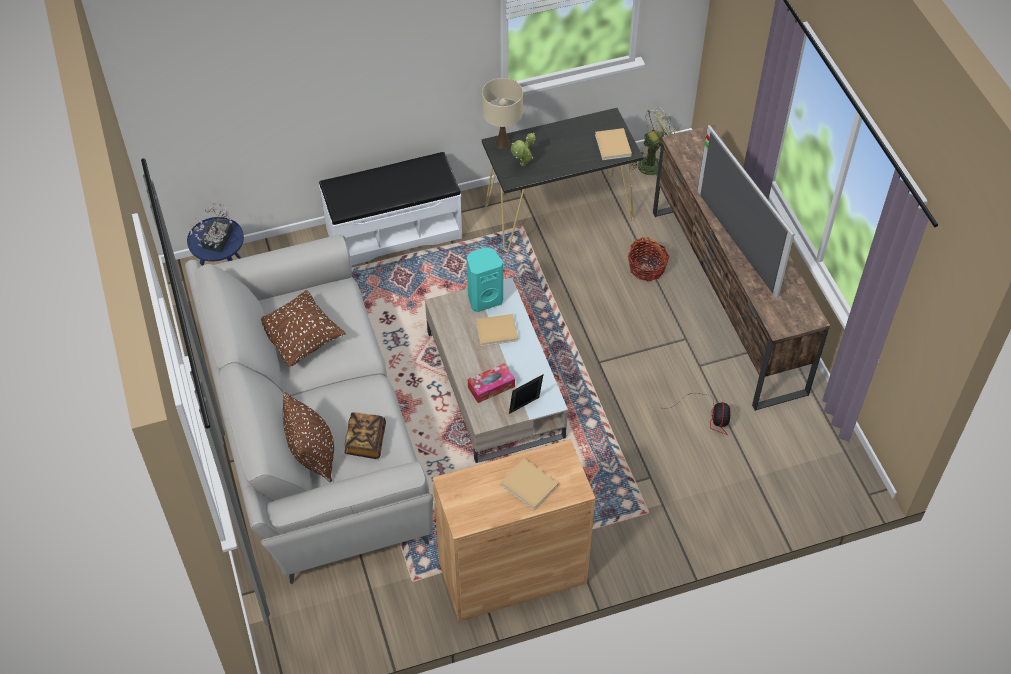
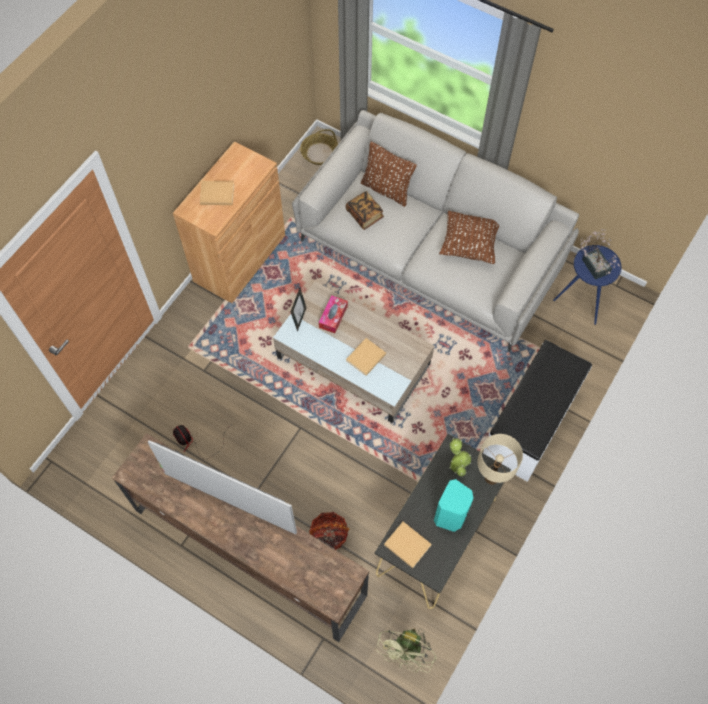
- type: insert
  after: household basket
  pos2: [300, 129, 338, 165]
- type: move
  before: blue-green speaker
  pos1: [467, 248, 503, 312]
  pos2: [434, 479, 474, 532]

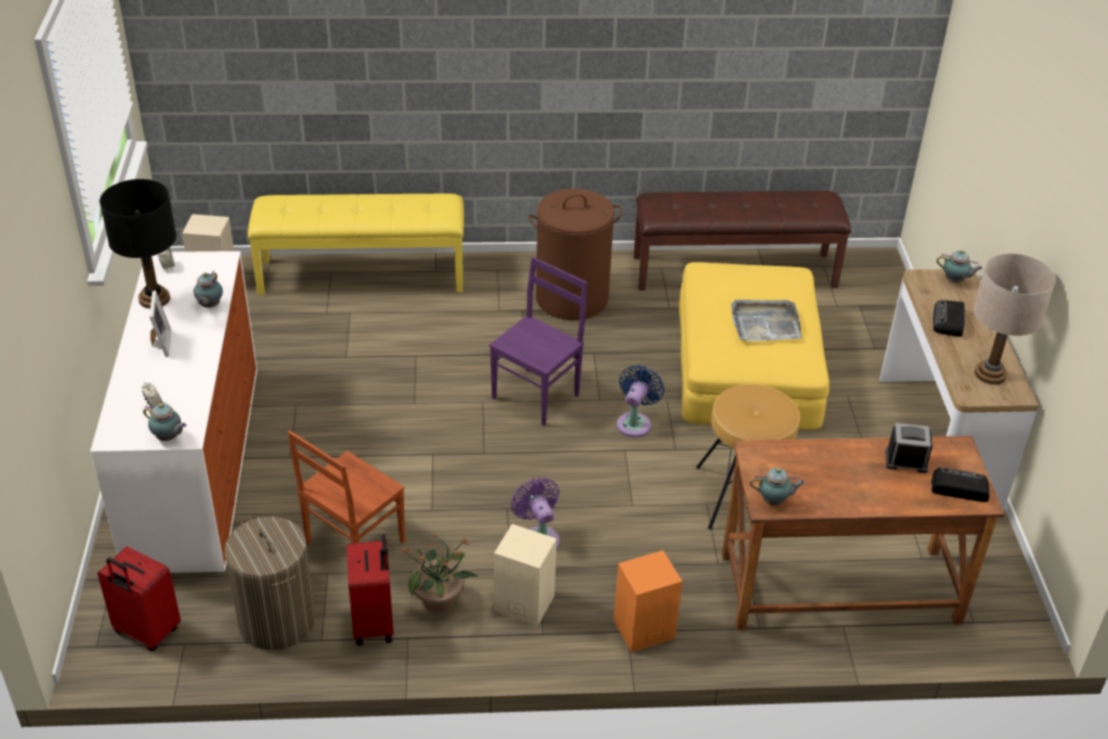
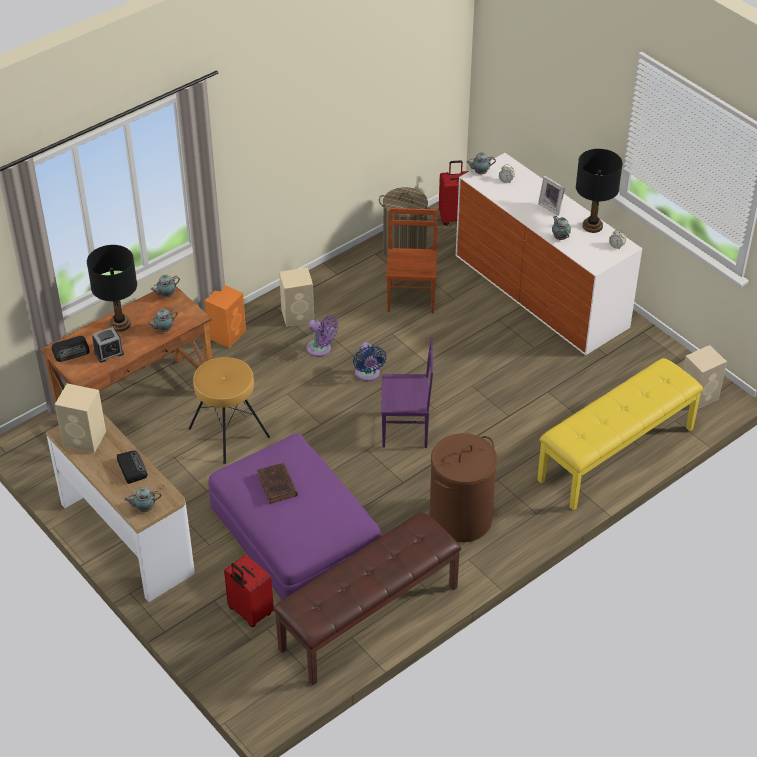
- type: delete
  before: houseplant
  pos1: [400, 532, 479, 613]
- type: insert
  after: blackish tabletop lamp
  pos2: [87, 245, 137, 332]
- type: insert
  after: teapot
  pos2: [148, 309, 178, 332]
- type: move
  before: red piece of luggage
  pos1: [347, 534, 394, 646]
  pos2: [224, 554, 274, 627]
- type: move
  before: blue-coloured electric fan
  pos1: [617, 365, 665, 437]
  pos2: [353, 342, 386, 381]
- type: replace
  before: grey tray
  after: brownish volume
  pos1: [731, 300, 802, 341]
  pos2: [257, 463, 298, 504]
- type: replace
  before: beige-coloured tabletop lamp
  after: beige-coloured speaker
  pos1: [973, 253, 1056, 385]
  pos2: [55, 383, 106, 453]
- type: recolor
  before: yellowish ottoman
  after: purplish ottoman
  pos1: [679, 262, 829, 429]
  pos2: [208, 433, 381, 600]
- type: rotate
  before: purplish chair
  pos1: [489, 257, 587, 426]
  pos2: [381, 337, 433, 448]
  turn: -90

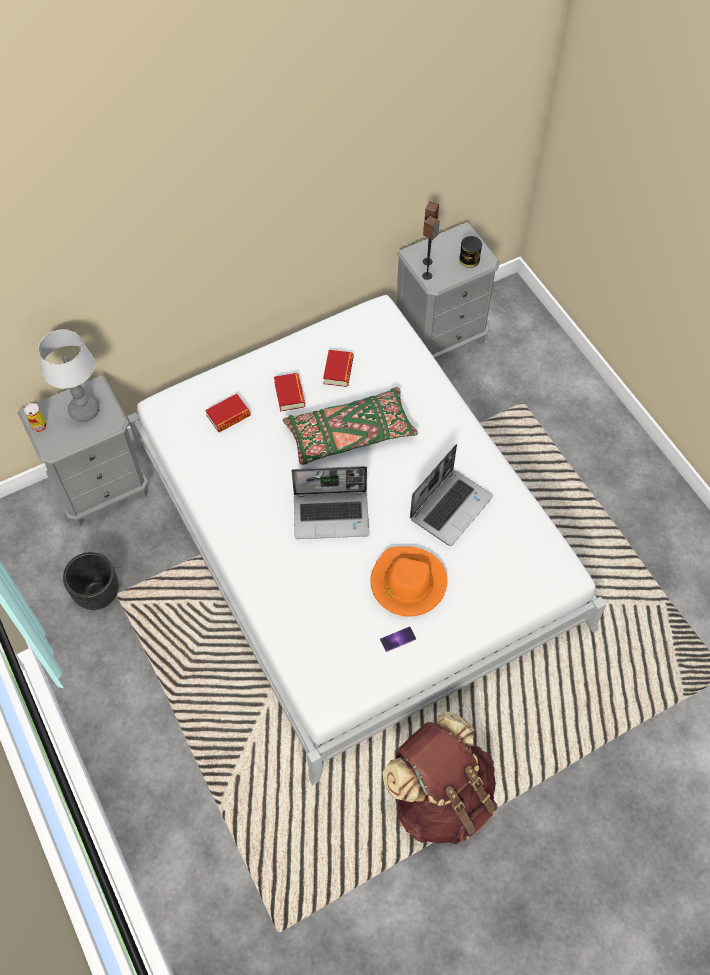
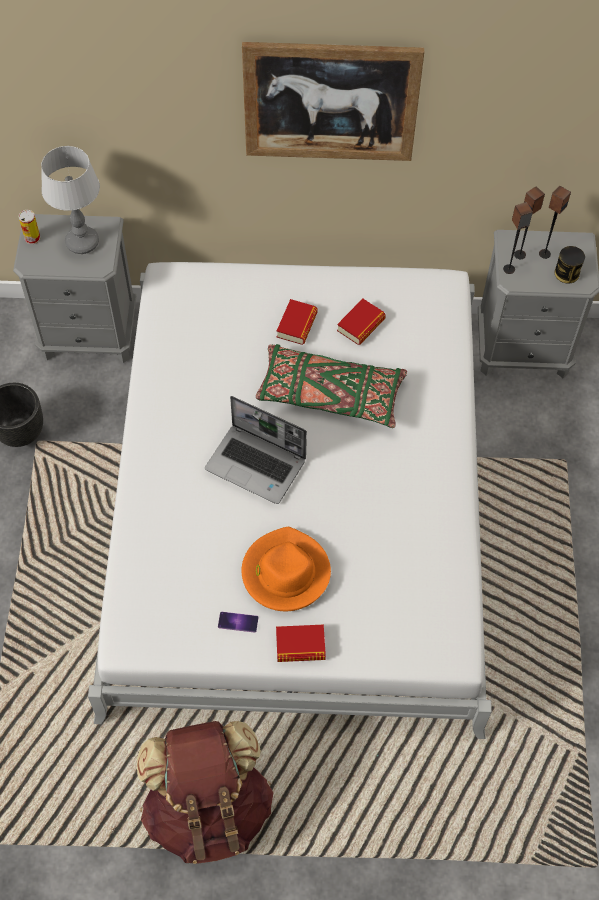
- type: delete
  before: notebook computer
  pos1: [410, 444, 493, 546]
- type: insert
  after: wall art
  pos2: [242, 42, 424, 161]
- type: insert
  after: speaker
  pos2: [539, 185, 571, 259]
- type: move
  before: volume
  pos1: [205, 394, 251, 432]
  pos2: [276, 625, 326, 662]

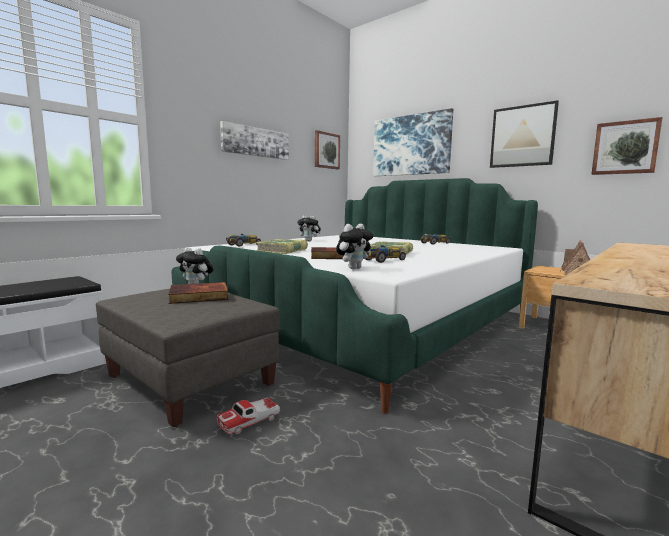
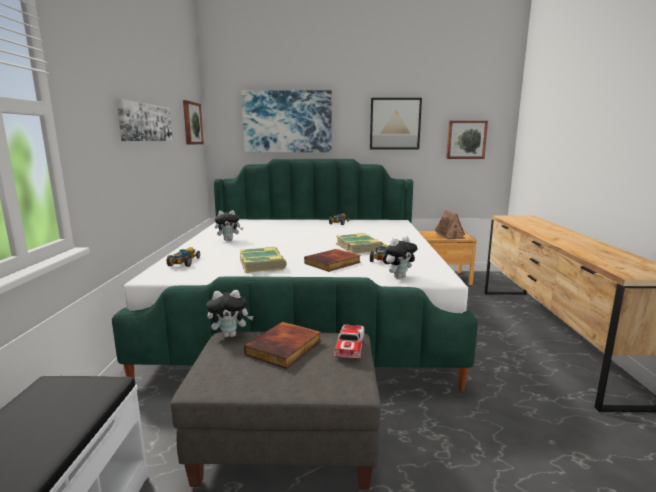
- type: move
  before: model car
  pos1: [217, 397, 280, 434]
  pos2: [334, 325, 365, 358]
- type: rotate
  before: plush toy
  pos1: [336, 224, 373, 269]
  pos2: [383, 236, 417, 279]
  turn: 45

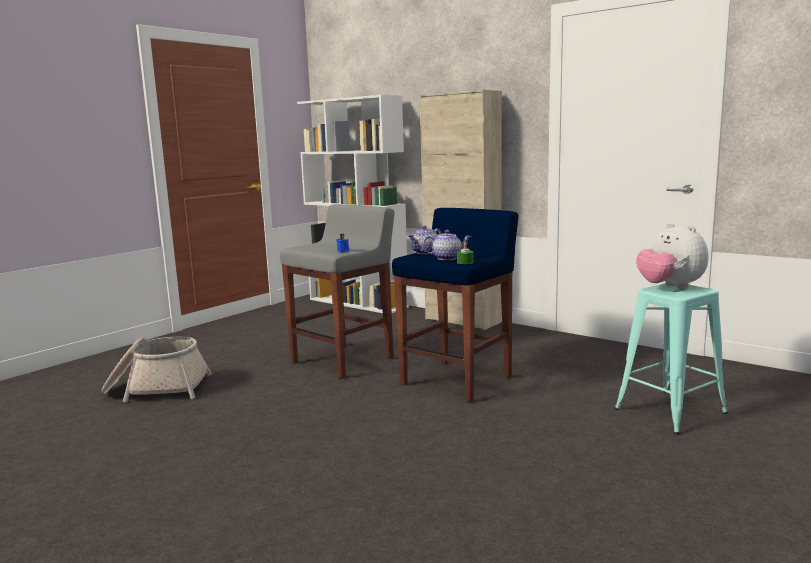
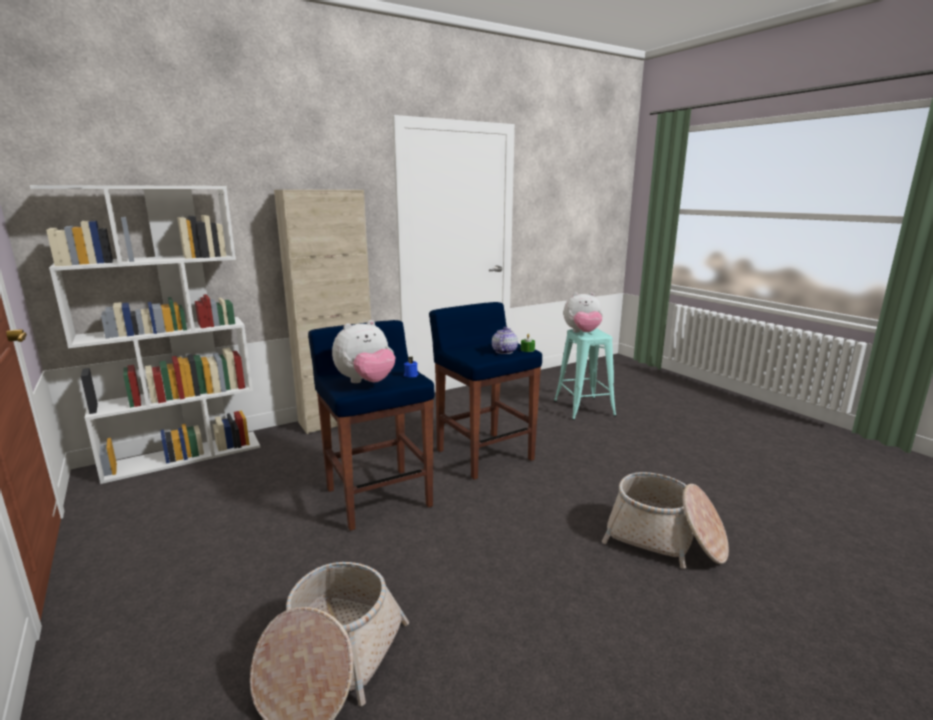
- type: delete
  before: teapot
  pos1: [408, 226, 441, 254]
- type: insert
  after: plush toy
  pos2: [332, 320, 395, 383]
- type: insert
  after: household basket
  pos2: [601, 472, 729, 569]
- type: recolor
  before: grey stool seat
  after: blue-coloured stool seat
  pos1: [280, 204, 394, 379]
  pos2: [308, 320, 435, 531]

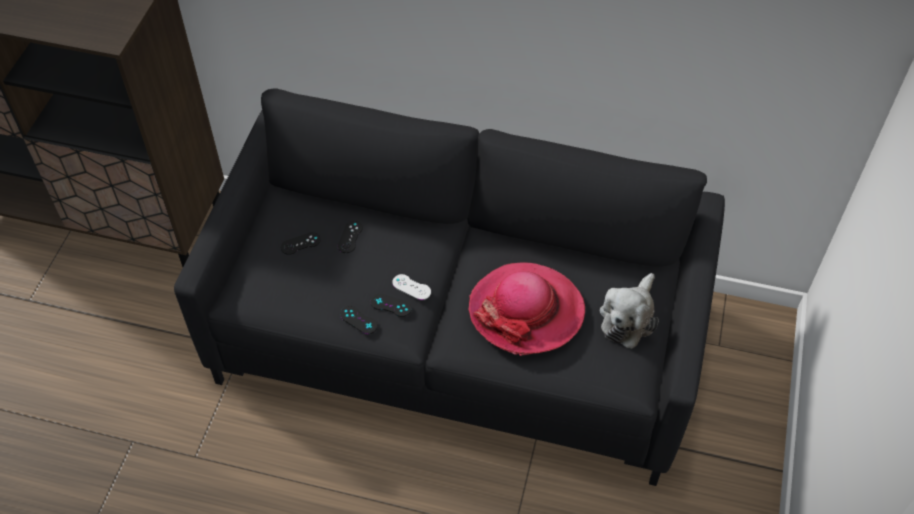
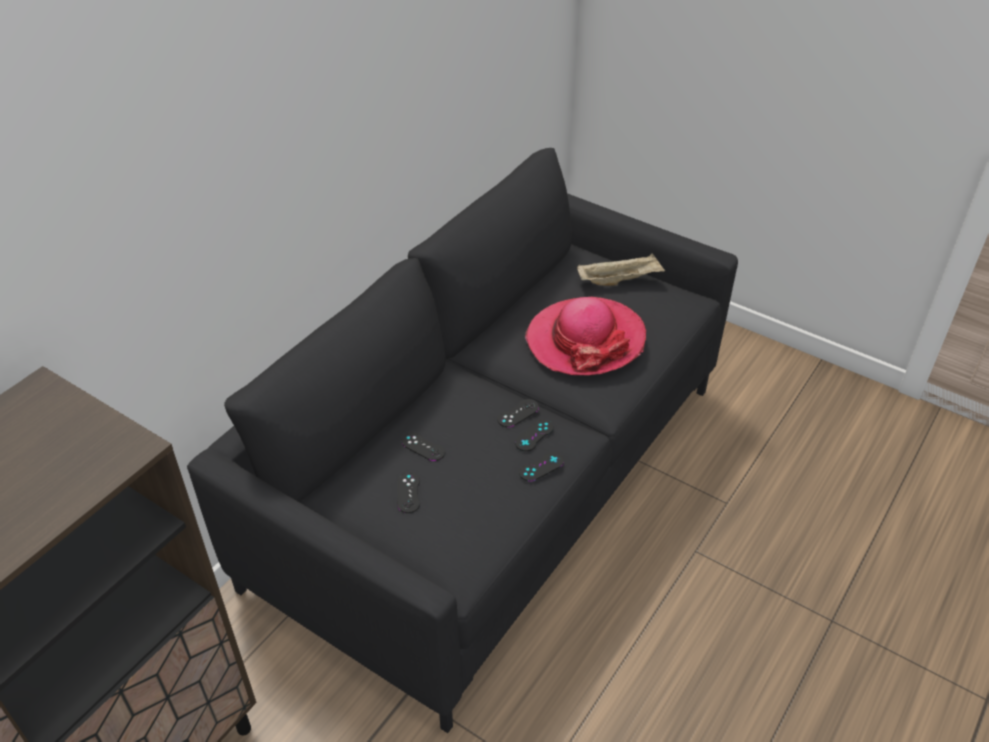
- type: replace
  before: plush toy
  after: beige-coloured tray
  pos1: [600, 273, 659, 349]
  pos2: [577, 253, 665, 286]
- type: recolor
  before: white-coloured gamepad
  after: blackish gamepad
  pos1: [392, 274, 431, 300]
  pos2: [497, 399, 539, 427]

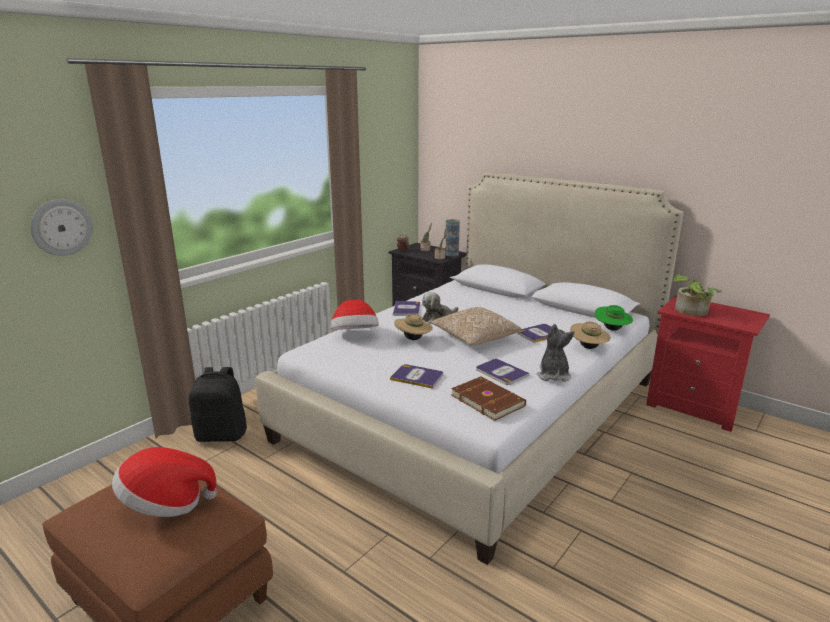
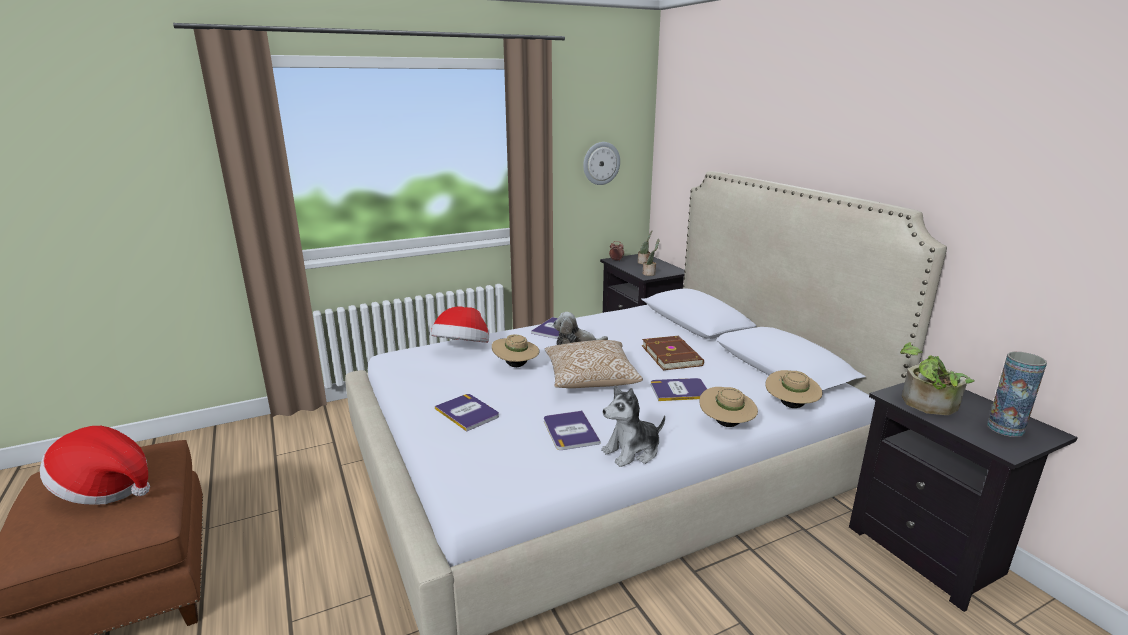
- type: delete
  before: blackish knapsack
  pos1: [188, 367, 247, 442]
- type: move
  before: hanging clock
  pos1: [31, 199, 93, 256]
  pos2: [583, 142, 620, 185]
- type: move
  before: decorative vase
  pos1: [445, 219, 460, 256]
  pos2: [987, 352, 1047, 437]
- type: move
  before: brownish volume
  pos1: [451, 376, 526, 421]
  pos2: [642, 336, 704, 370]
- type: recolor
  before: green-coloured hat
  after: beige-coloured hat
  pos1: [595, 305, 633, 331]
  pos2: [765, 370, 822, 408]
- type: recolor
  before: red night table
  after: blackish night table
  pos1: [646, 295, 770, 432]
  pos2: [849, 382, 1078, 612]
- type: rotate
  before: plush toy
  pos1: [536, 324, 575, 382]
  pos2: [601, 386, 665, 467]
  turn: -150

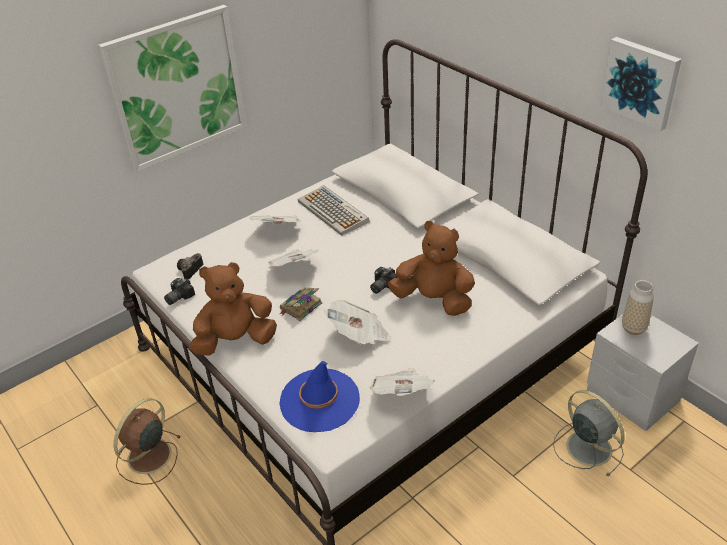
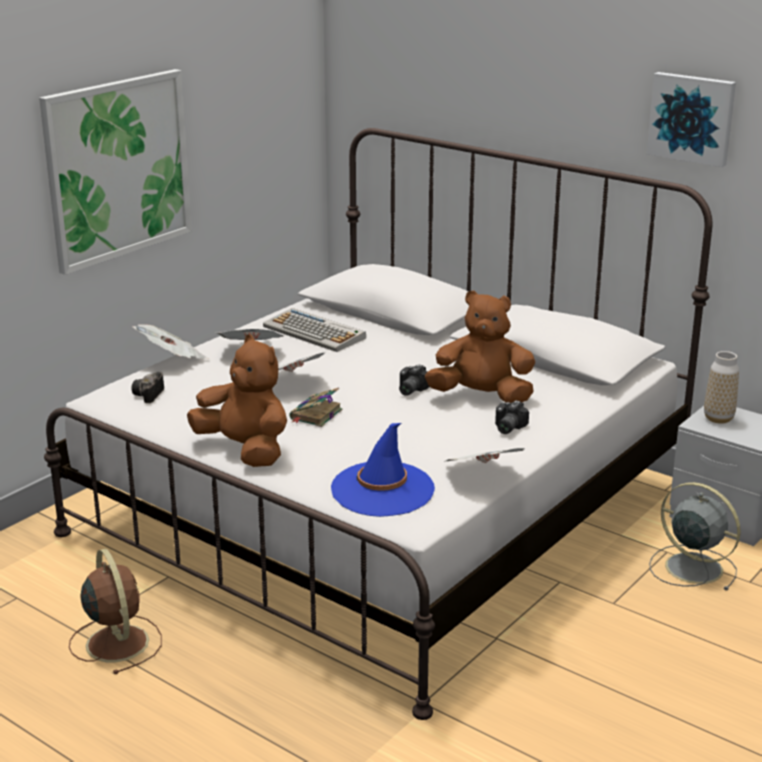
- type: move
  before: still camera
  pos1: [164, 278, 195, 305]
  pos2: [495, 400, 529, 434]
- type: move
  before: newspaper
  pos1: [324, 300, 391, 345]
  pos2: [132, 324, 210, 359]
- type: rotate
  before: brownish electric fan
  pos1: [114, 398, 181, 485]
  pos2: [69, 549, 162, 674]
  turn: 135
- type: rotate
  before: brownish plush toy
  pos1: [189, 262, 277, 356]
  pos2: [187, 335, 287, 467]
  turn: 75

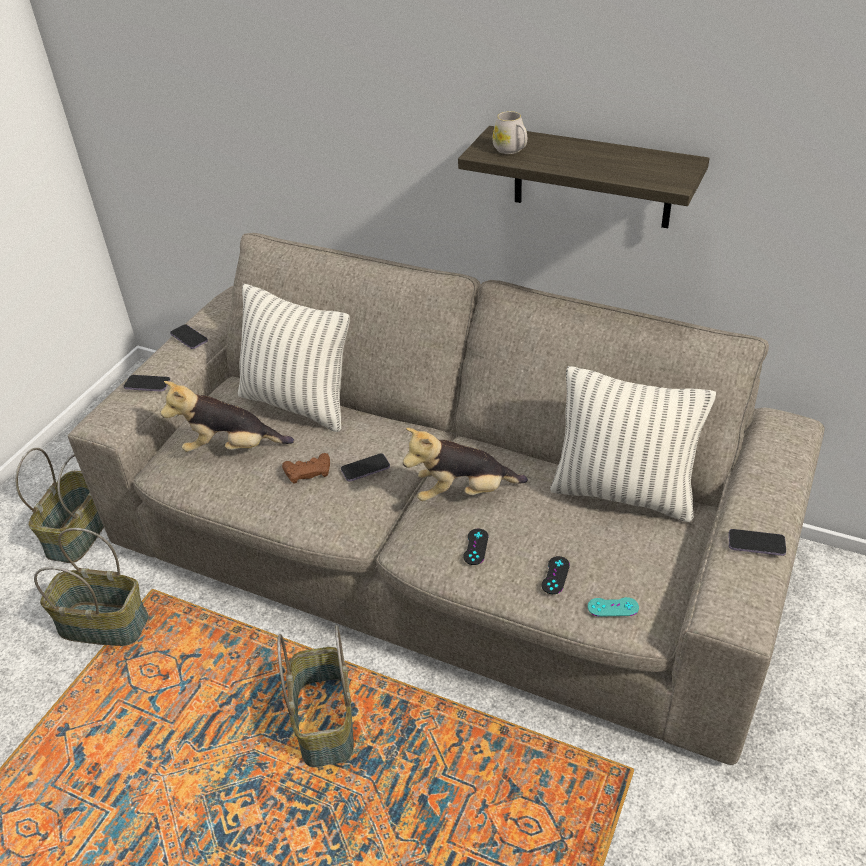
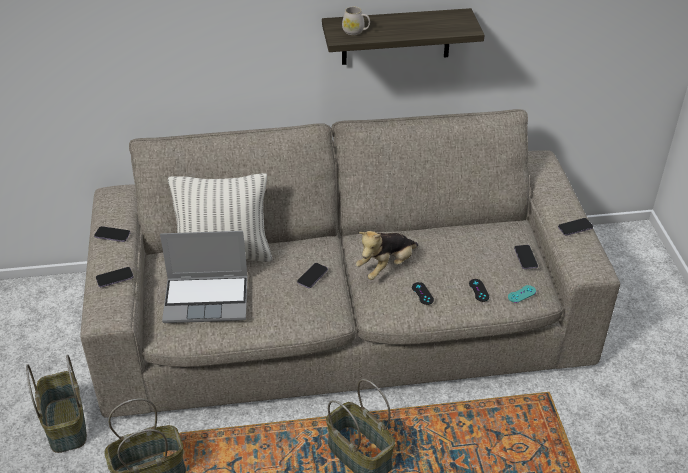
- type: delete
  before: brownish gamepad
  pos1: [282, 453, 330, 483]
- type: delete
  before: cushion
  pos1: [550, 366, 716, 522]
- type: insert
  after: handset
  pos2: [514, 245, 538, 269]
- type: replace
  before: plush toy
  after: notebook computer
  pos1: [161, 381, 294, 452]
  pos2: [160, 231, 248, 323]

